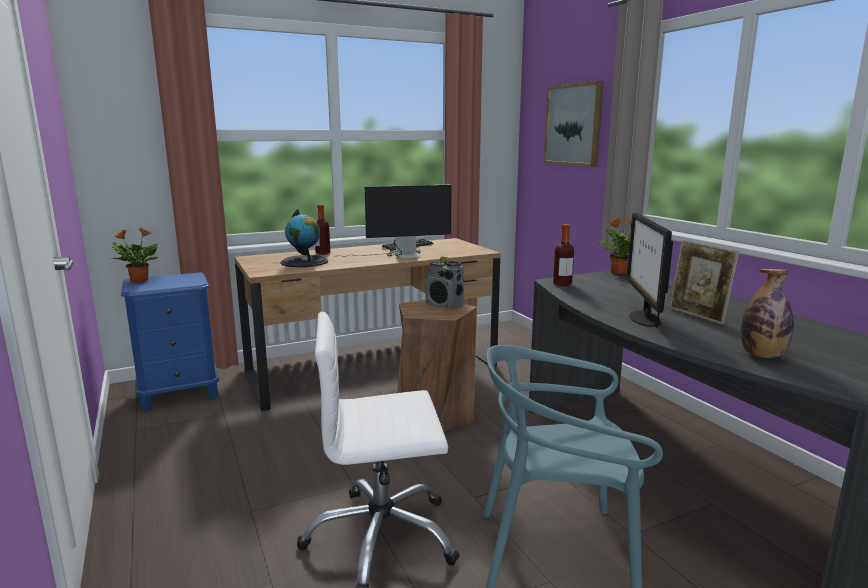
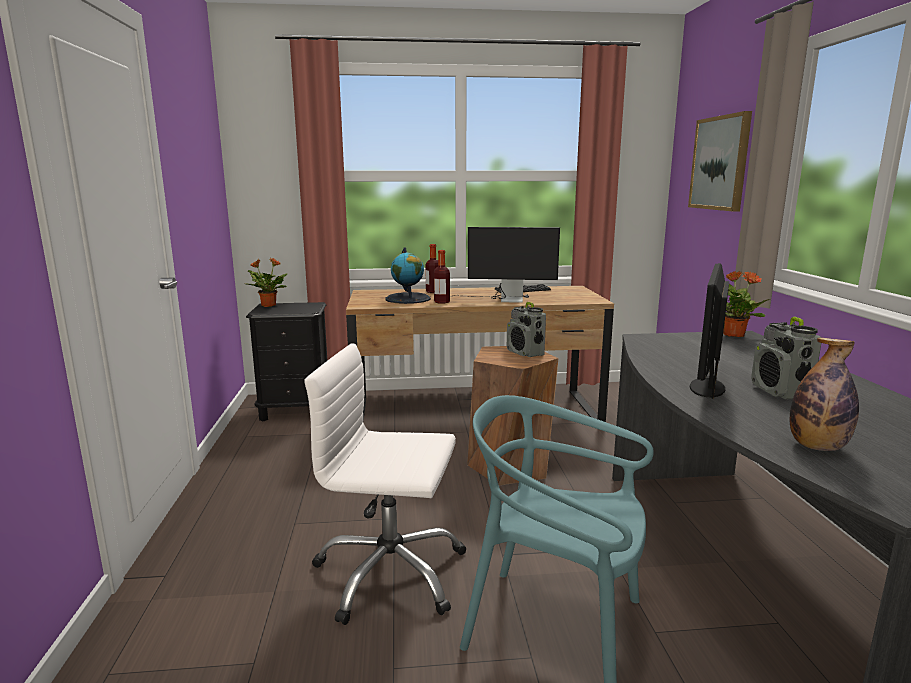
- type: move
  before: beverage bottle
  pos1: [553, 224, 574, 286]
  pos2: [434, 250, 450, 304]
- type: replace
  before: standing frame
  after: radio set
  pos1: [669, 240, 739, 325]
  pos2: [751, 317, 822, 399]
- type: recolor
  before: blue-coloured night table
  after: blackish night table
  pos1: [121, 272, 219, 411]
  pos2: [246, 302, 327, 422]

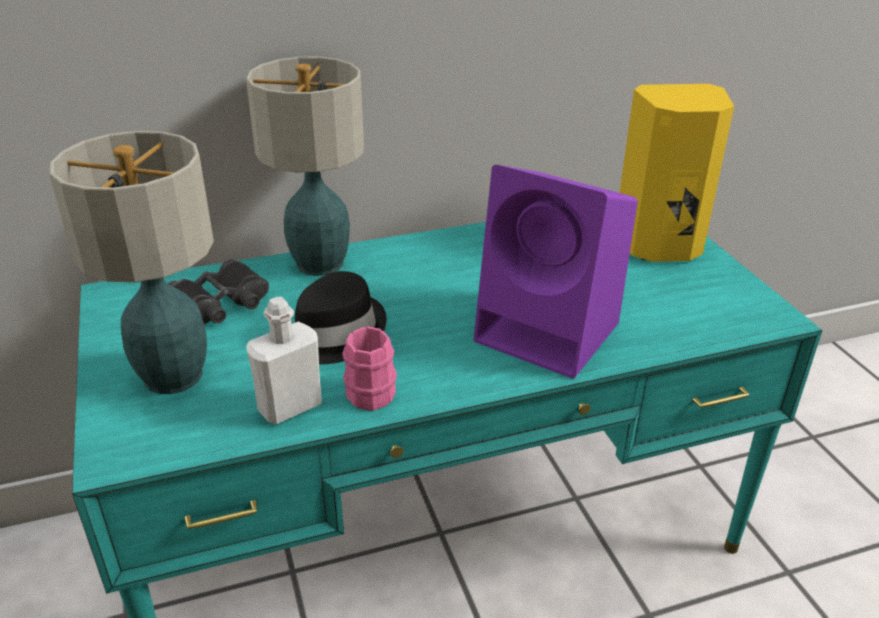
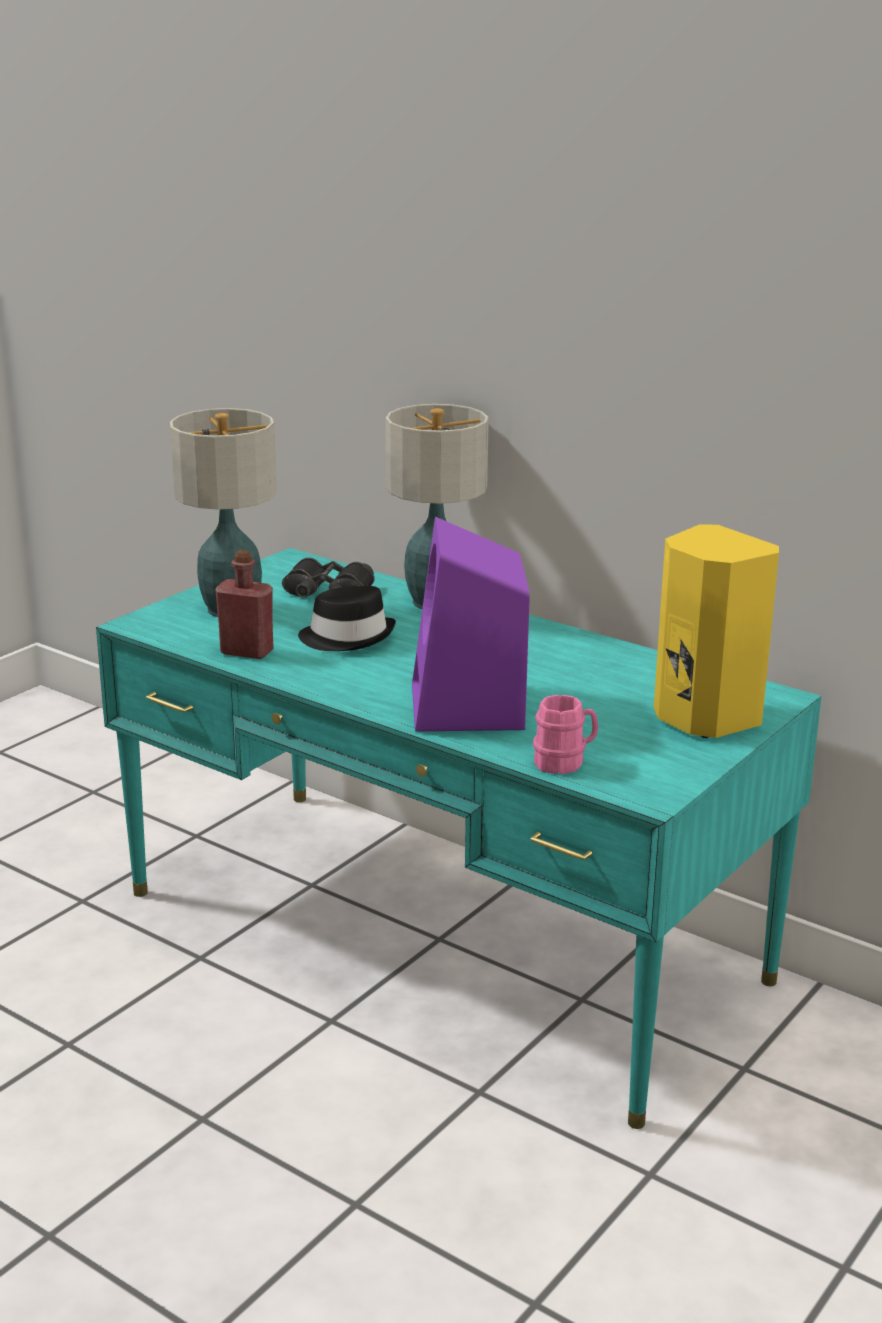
- type: move
  before: pinkish coffee mug
  pos1: [342, 327, 397, 411]
  pos2: [533, 695, 598, 774]
- type: recolor
  before: white-coloured beverage bottle
  after: red beverage bottle
  pos1: [246, 297, 322, 424]
  pos2: [215, 550, 273, 659]

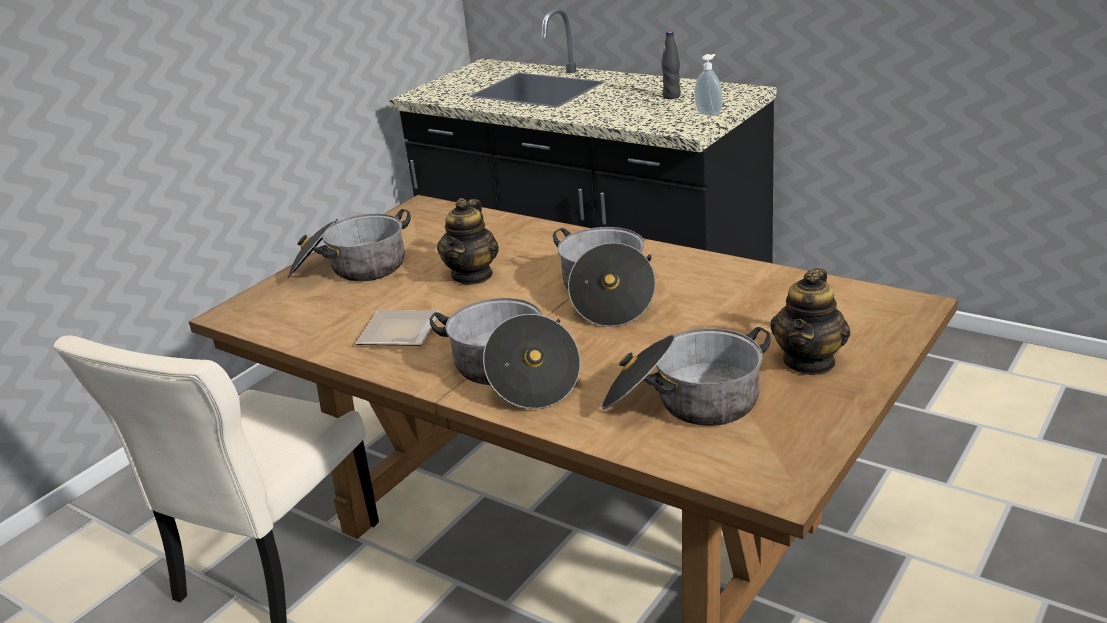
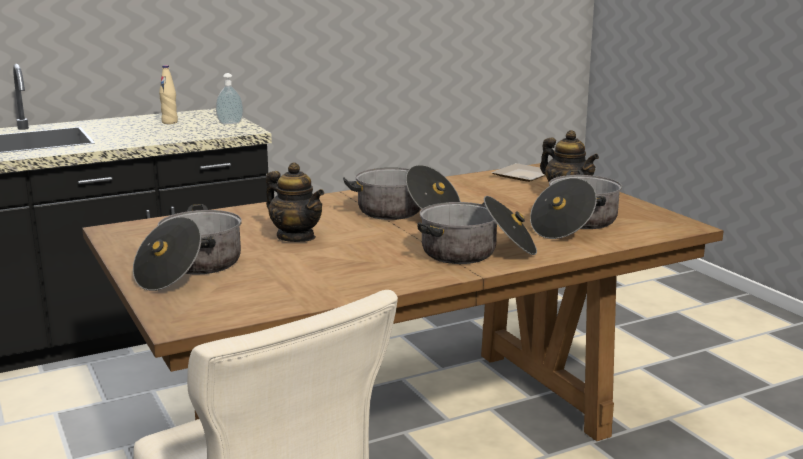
- type: move
  before: dinner plate
  pos1: [355, 310, 441, 346]
  pos2: [492, 163, 545, 182]
- type: recolor
  before: blackish beverage bottle
  after: beige-coloured beverage bottle
  pos1: [661, 31, 681, 99]
  pos2: [159, 65, 178, 124]

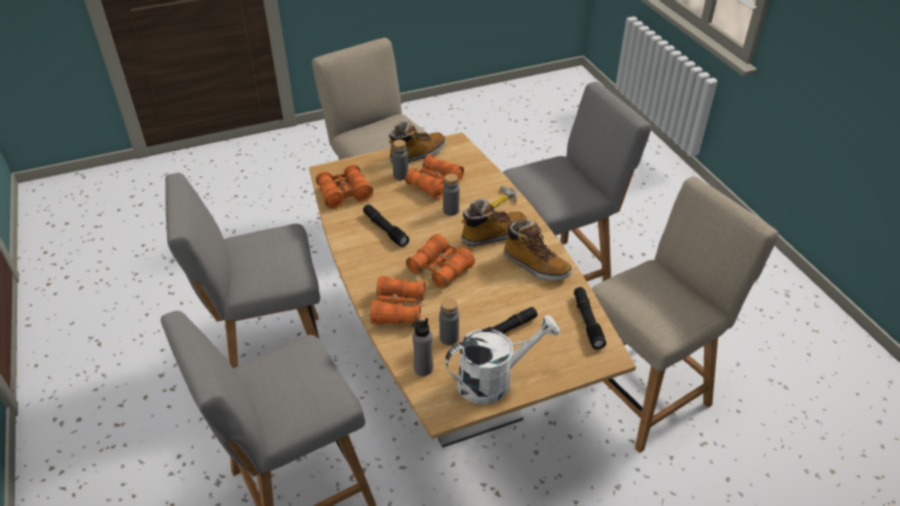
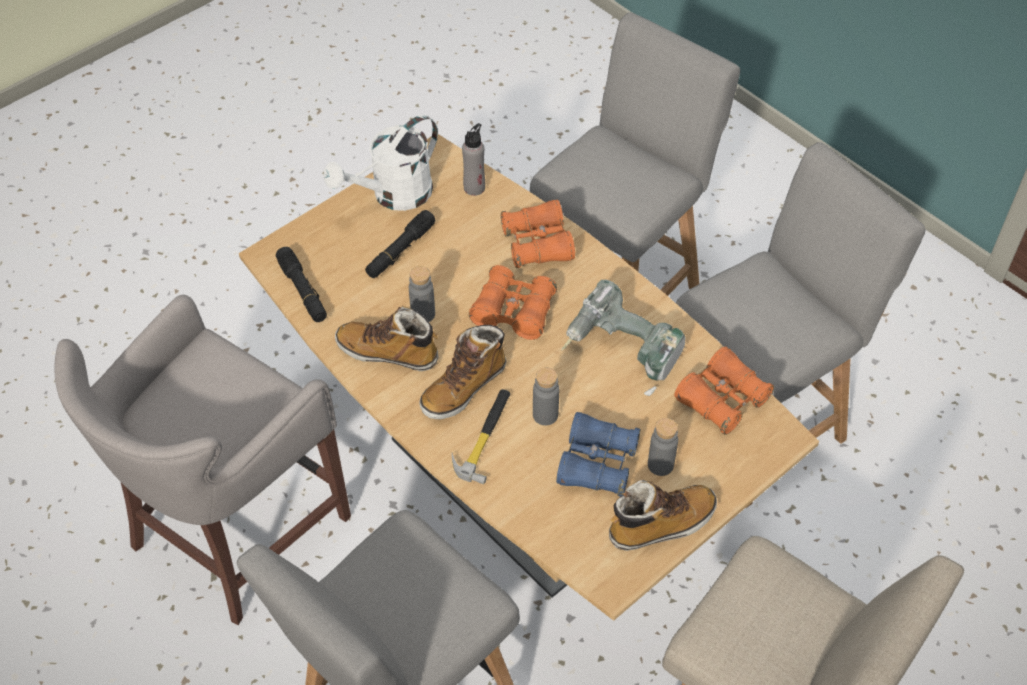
- type: move
  before: grey beverage bottle
  pos1: [439, 298, 459, 345]
  pos2: [409, 266, 435, 322]
- type: replace
  before: blackish torch
  after: electric drill
  pos1: [363, 204, 409, 247]
  pos2: [561, 280, 685, 396]
- type: replace
  before: beige-coloured chair
  after: grey stool seat
  pos1: [591, 176, 779, 453]
  pos2: [55, 295, 351, 625]
- type: recolor
  before: orange-coloured pair of binoculars
  after: blue-coloured pair of binoculars
  pos1: [405, 154, 464, 199]
  pos2: [556, 412, 640, 497]
- type: rotate
  before: high-top boot
  pos1: [388, 120, 446, 163]
  pos2: [609, 480, 717, 551]
  turn: -150

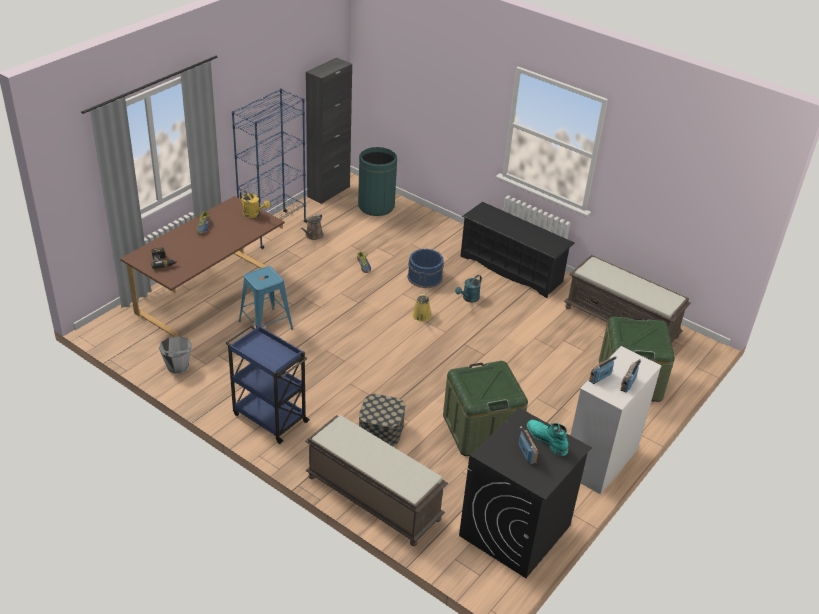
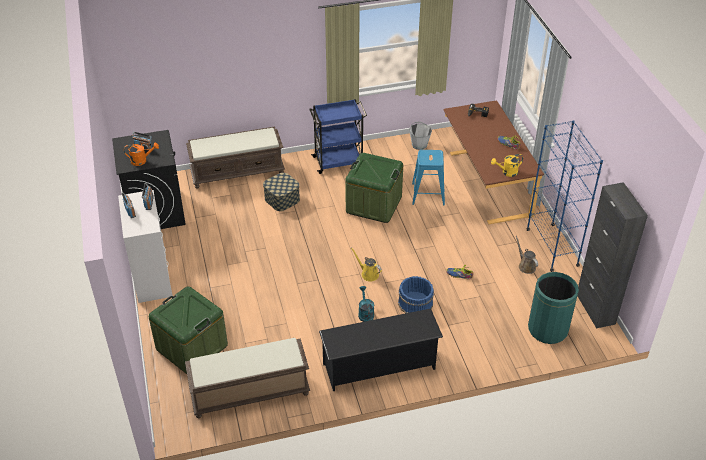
- type: move
  before: green-coloured storage container
  pos1: [443, 361, 528, 456]
  pos2: [345, 153, 403, 223]
- type: replace
  before: blue-green high-top boot
  after: orange-coloured watering pot
  pos1: [527, 420, 568, 456]
  pos2: [124, 143, 159, 166]

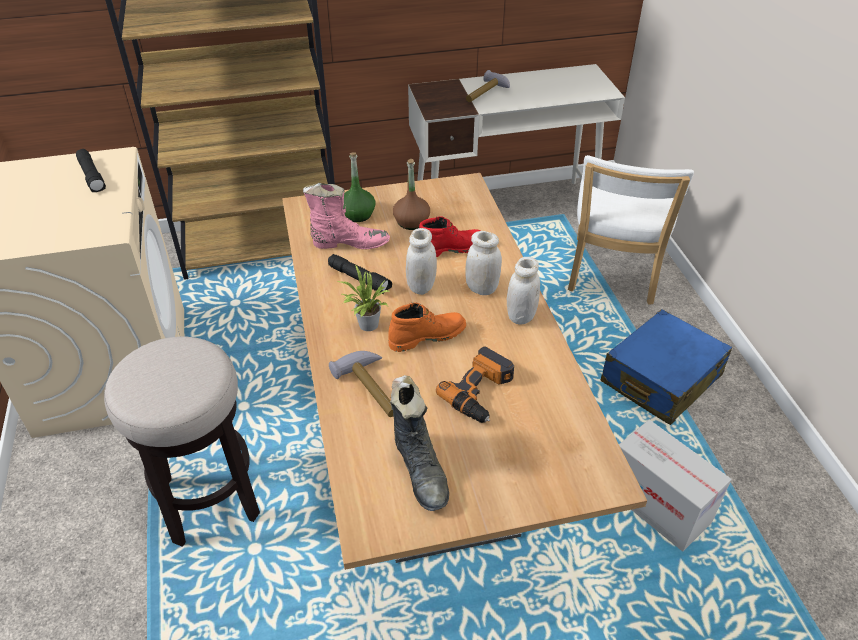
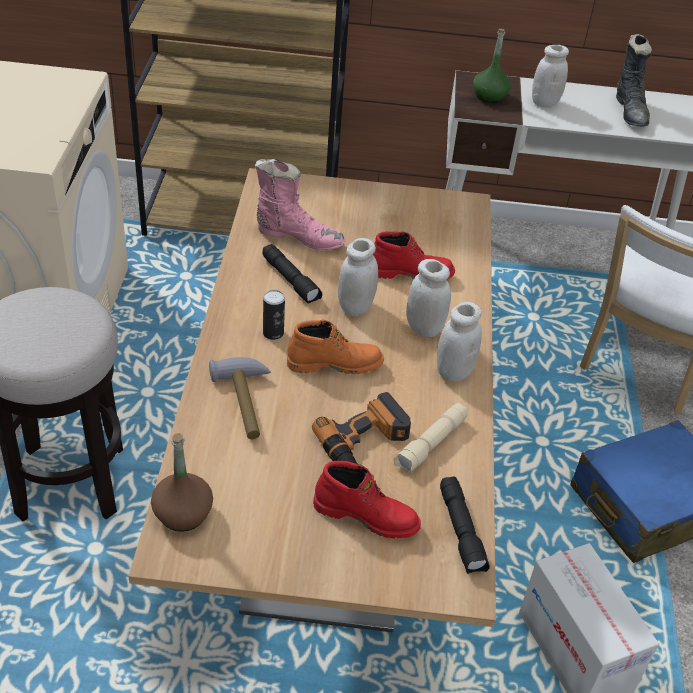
- type: insert
  after: red high-top boot
  pos2: [313, 461, 421, 539]
- type: insert
  after: beige-coloured torch
  pos2: [394, 403, 468, 474]
- type: move
  before: blackish torch
  pos1: [76, 149, 106, 192]
  pos2: [440, 476, 490, 574]
- type: move
  before: green-coloured beverage bottle
  pos1: [343, 152, 375, 222]
  pos2: [473, 29, 511, 103]
- type: move
  before: blackish high-top boot
  pos1: [390, 375, 449, 511]
  pos2: [616, 34, 653, 127]
- type: move
  before: brownish beverage bottle
  pos1: [393, 159, 430, 230]
  pos2: [151, 433, 213, 532]
- type: replace
  before: houseplant
  after: can
  pos1: [336, 265, 389, 331]
  pos2: [263, 290, 285, 340]
- type: replace
  before: hand hammer
  after: white-coloured storage jar
  pos1: [466, 70, 510, 102]
  pos2: [532, 45, 569, 107]

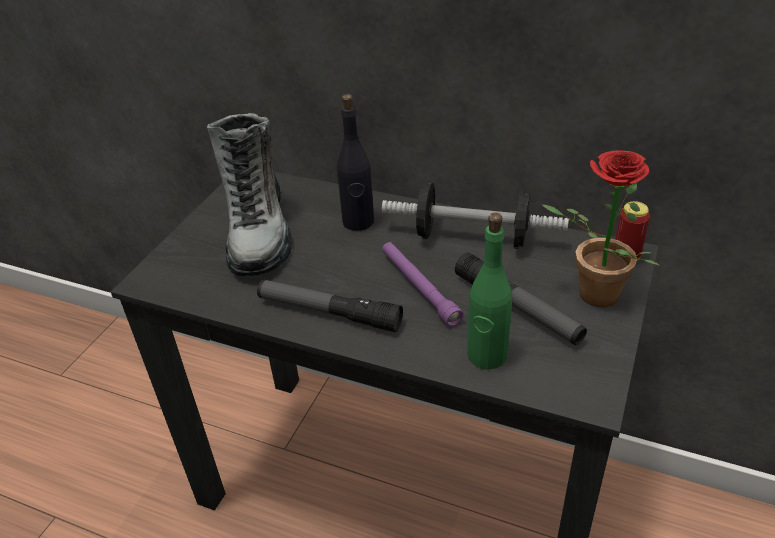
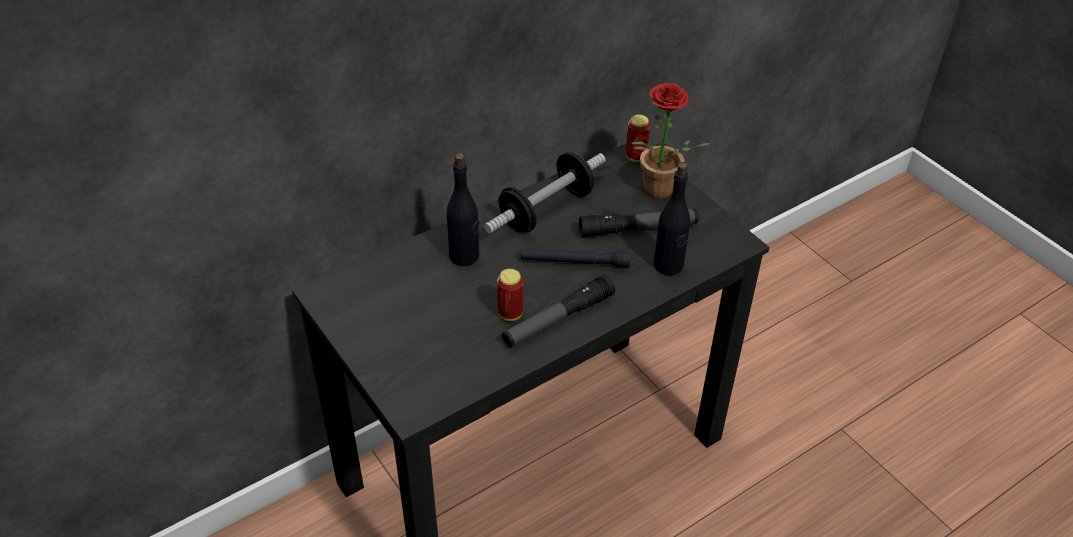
- type: delete
  before: high-top boot
  pos1: [207, 113, 292, 276]
- type: insert
  after: can
  pos2: [497, 269, 523, 321]
- type: recolor
  before: purplish torch
  after: blackish torch
  pos1: [382, 242, 464, 327]
  pos2: [521, 248, 630, 268]
- type: recolor
  before: green-coloured beverage bottle
  after: blackish beverage bottle
  pos1: [467, 213, 512, 370]
  pos2: [654, 162, 690, 275]

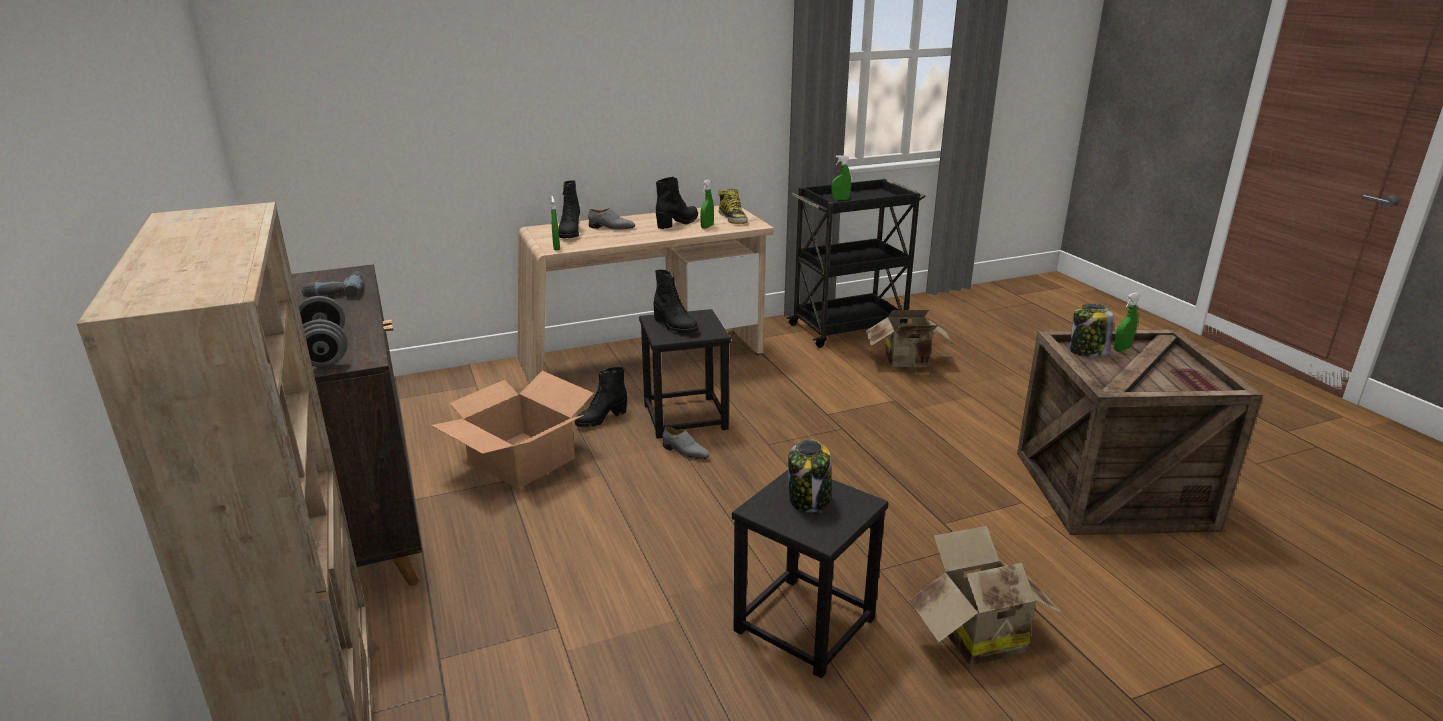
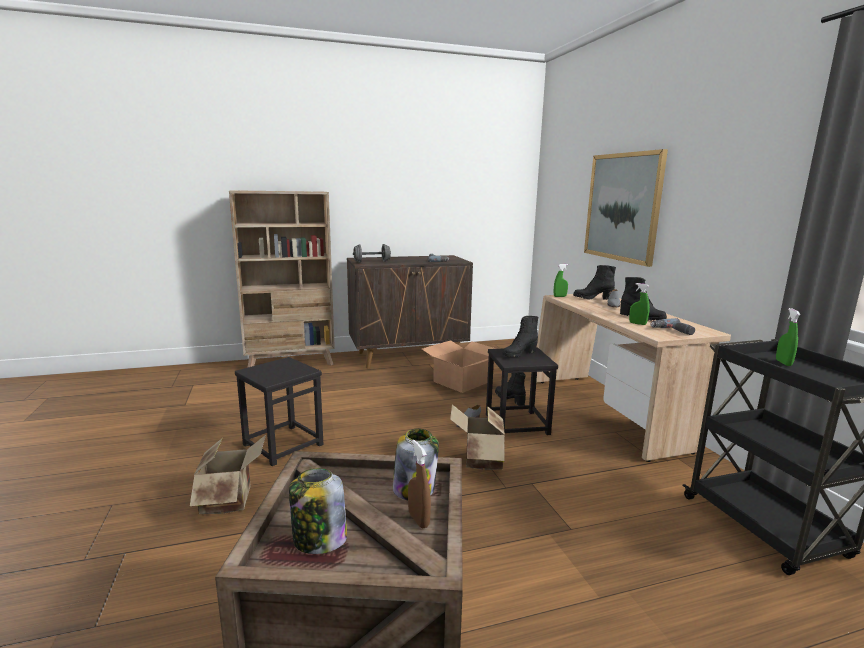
- type: insert
  after: wall art
  pos2: [584, 149, 668, 267]
- type: move
  before: storage jar
  pos1: [788, 439, 831, 512]
  pos2: [289, 468, 347, 554]
- type: move
  before: packing box
  pos1: [866, 310, 954, 367]
  pos2: [450, 405, 505, 470]
- type: replace
  before: high-top boot
  after: electric drill
  pos1: [718, 188, 748, 224]
  pos2: [650, 318, 695, 335]
- type: recolor
  before: green-coloured hand sprayer
  after: brownish hand sprayer
  pos1: [1114, 293, 1140, 352]
  pos2: [408, 440, 431, 528]

